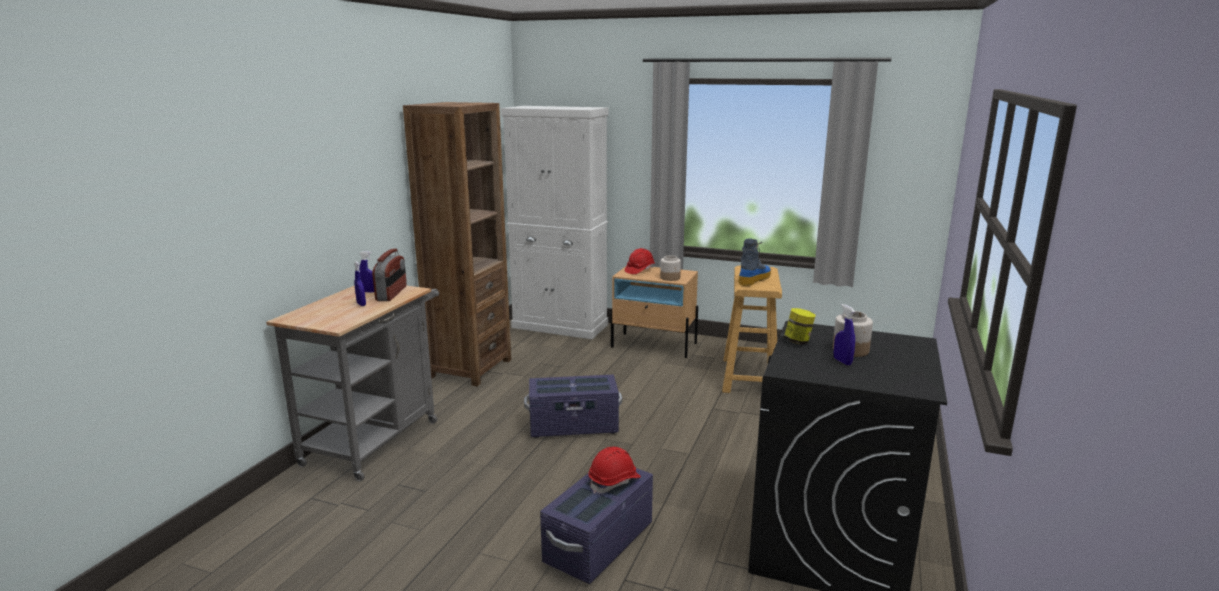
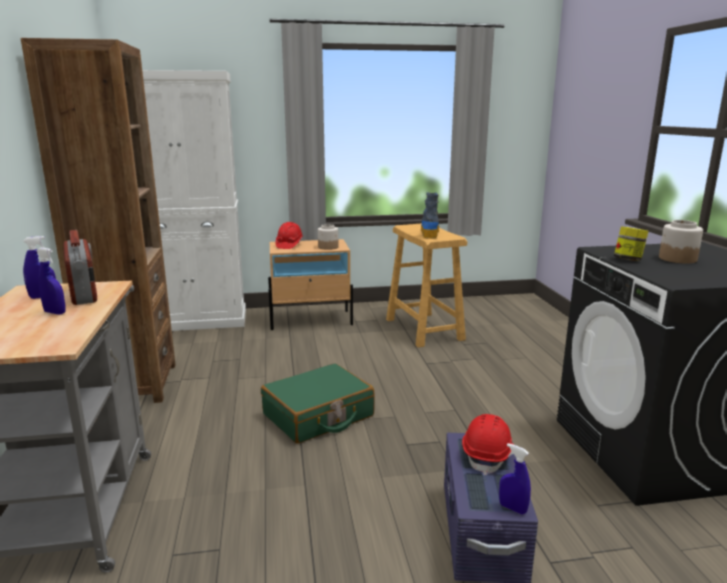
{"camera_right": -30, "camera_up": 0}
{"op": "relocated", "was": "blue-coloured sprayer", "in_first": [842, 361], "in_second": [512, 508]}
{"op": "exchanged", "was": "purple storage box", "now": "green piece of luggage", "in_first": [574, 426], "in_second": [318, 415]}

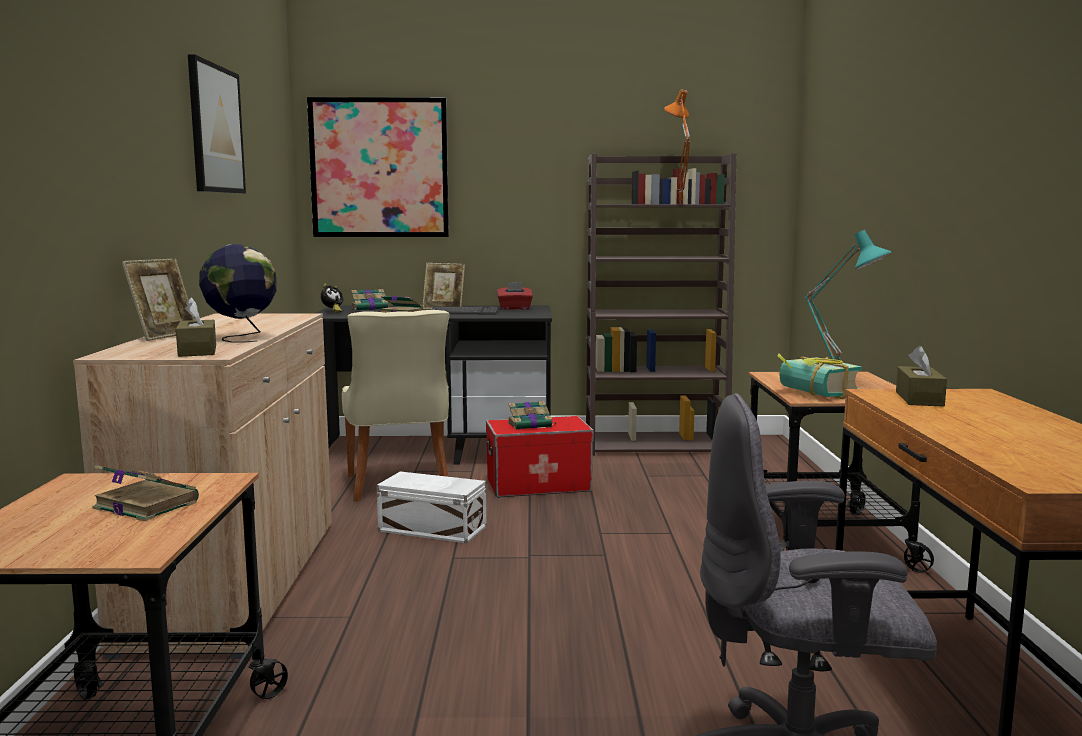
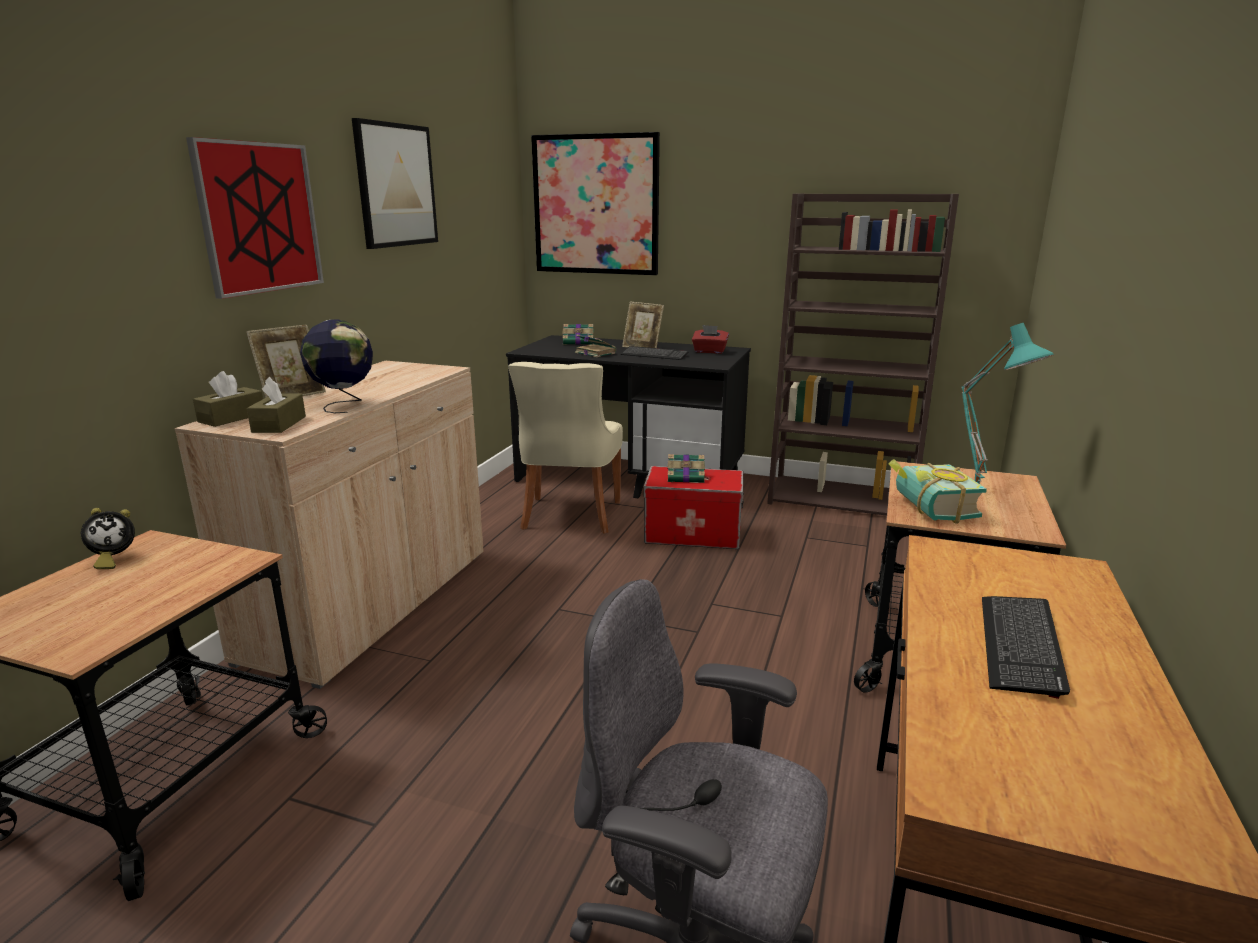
{"camera_right": 20, "camera_up": 10}
{"op": "missing", "was": "orange-coloured table lamp", "in_first": [678, 203]}
{"op": "relocated", "was": "bedside clock", "in_first": [332, 311], "in_second": [113, 560]}
{"op": "relocated", "was": "brown tissue box", "in_first": [919, 399], "in_second": [232, 418]}
{"op": "missing", "was": "bound book", "in_first": [144, 505]}
{"op": "missing", "was": "white storage box", "in_first": [433, 529]}
{"op": "appeared", "now": "wall picture", "in_second": [259, 218]}
{"op": "appeared", "now": "keyboard", "in_second": [1019, 645]}

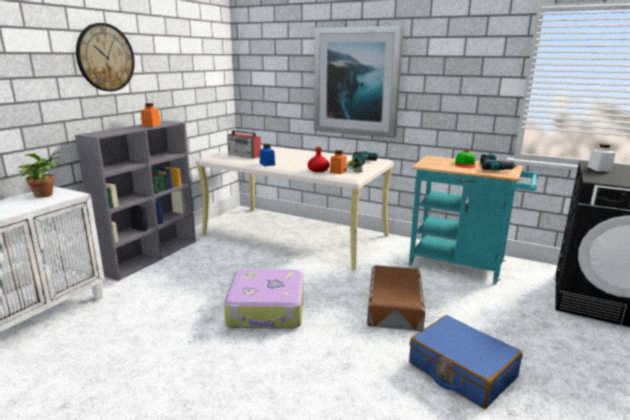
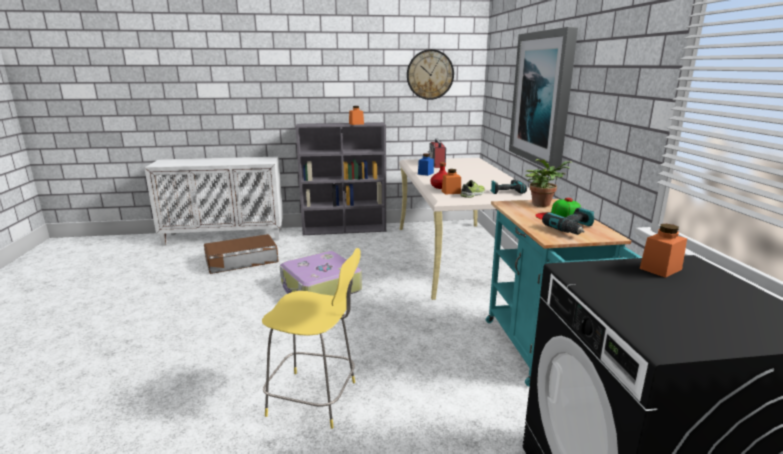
{"camera_right": 55, "camera_up": 0}
{"op": "relocated", "was": "hanging clock", "in_first": [105, 57], "in_second": [430, 74]}
{"op": "colour", "was": "white storage jar", "now": "orange-coloured storage jar", "in_first": [599, 169], "in_second": [660, 269]}
{"op": "relocated", "was": "houseplant", "in_first": [45, 194], "in_second": [543, 204]}
{"op": "relocated", "was": "brown storage box", "in_first": [394, 305], "in_second": [242, 260]}
{"op": "exchanged", "was": "blue-coloured piece of luggage", "now": "yellow stool", "in_first": [461, 370], "in_second": [315, 399]}

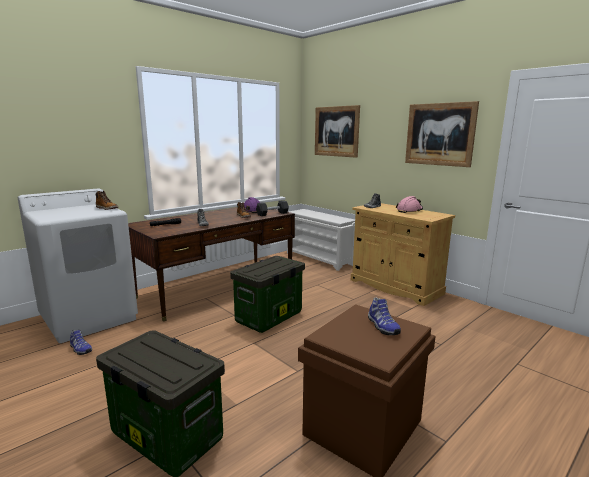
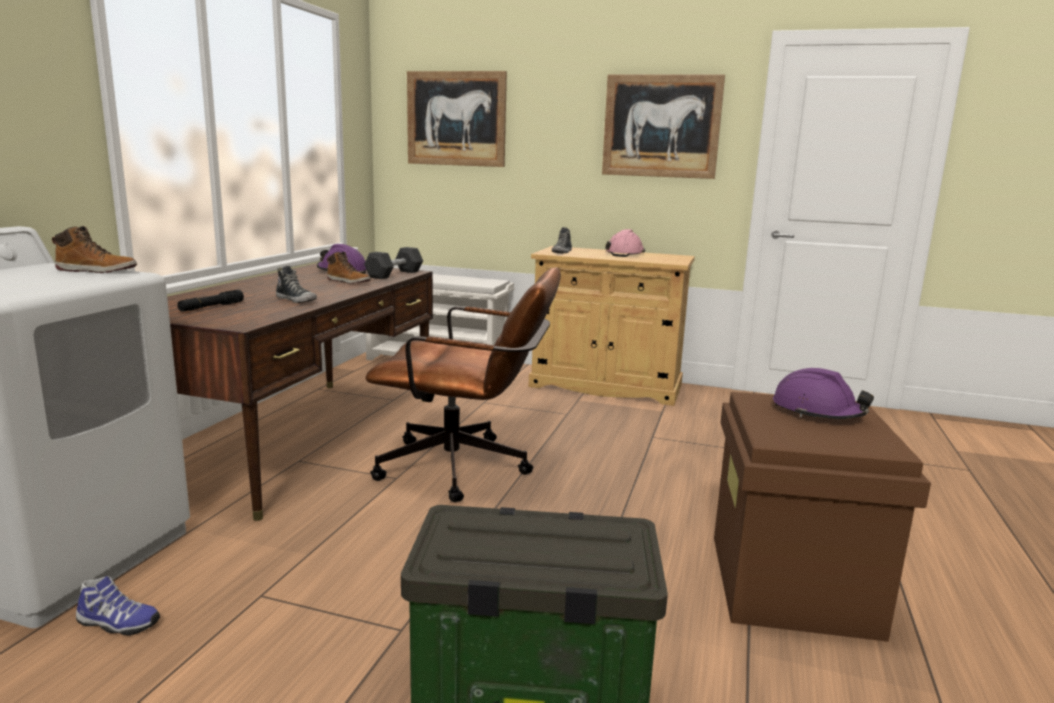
{"camera_right": -30, "camera_up": 0}
{"op": "exchanged", "was": "storage box", "now": "brown desk chair", "in_first": [269, 318], "in_second": [466, 469]}
{"op": "exchanged", "was": "low shoe", "now": "purple work helmet", "in_first": [382, 326], "in_second": [817, 412]}

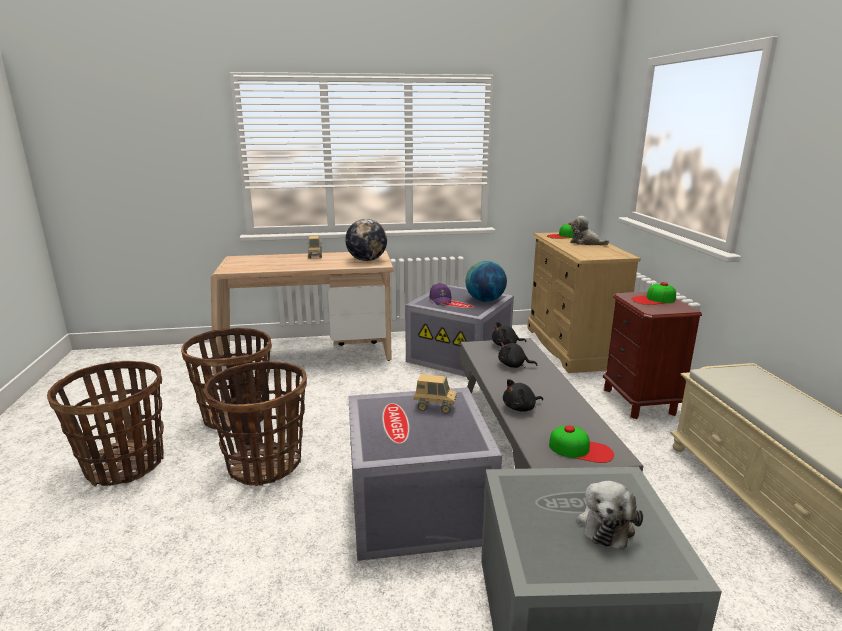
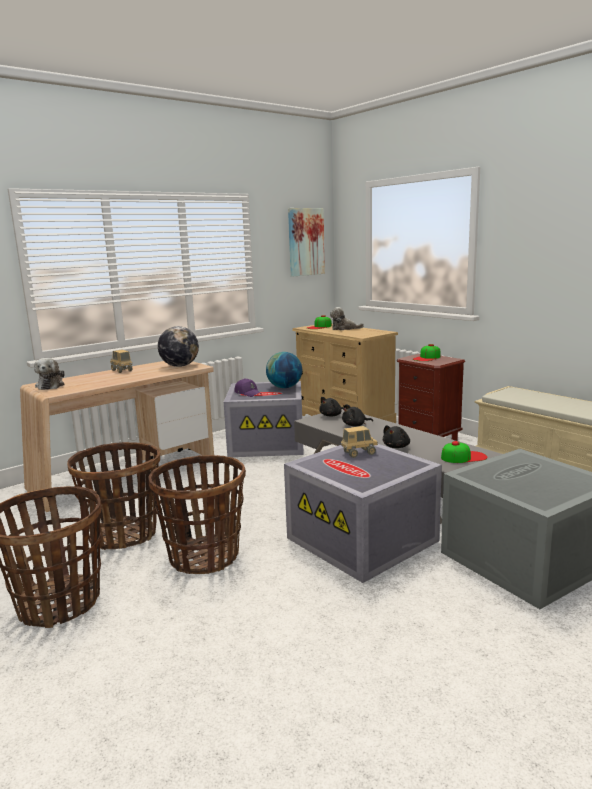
{"camera_right": -30, "camera_up": -5}
{"op": "relocated", "was": "soft toy", "in_first": [606, 524], "in_second": [51, 385]}
{"op": "appeared", "now": "wall picture", "in_second": [305, 242]}

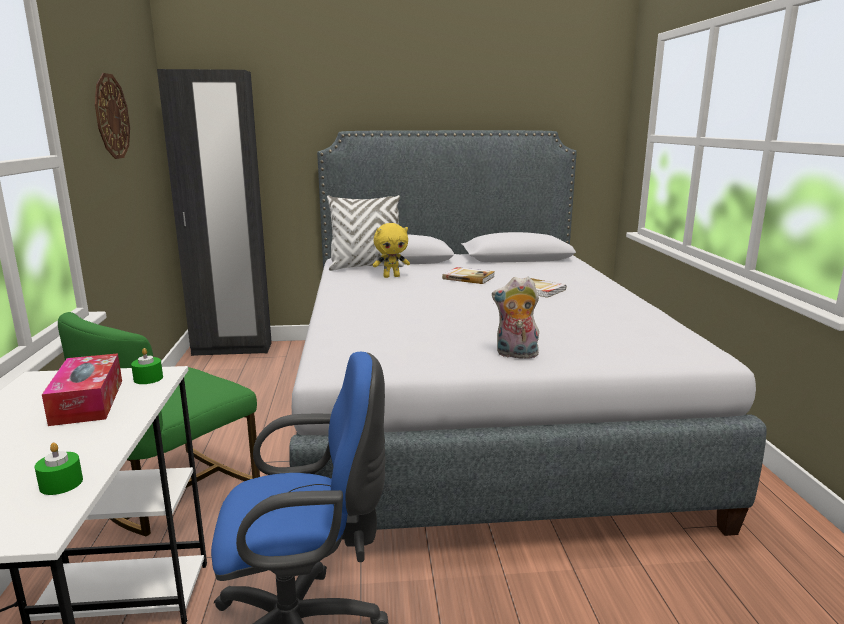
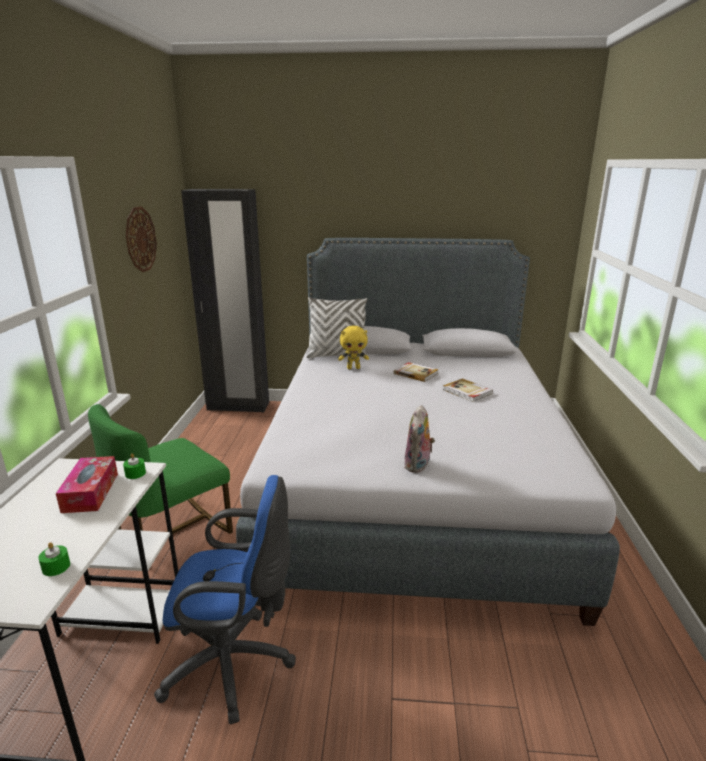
{"camera_right": 10, "camera_up": 5}
{"op": "spun", "was": "soft toy", "in_first": [515, 355], "in_second": [418, 466], "clockwise": -90}

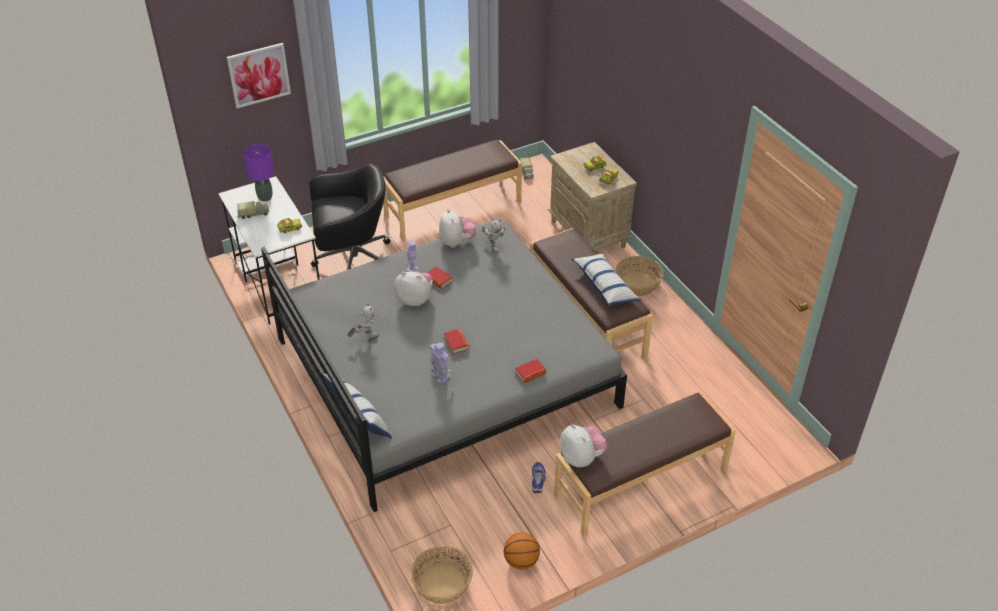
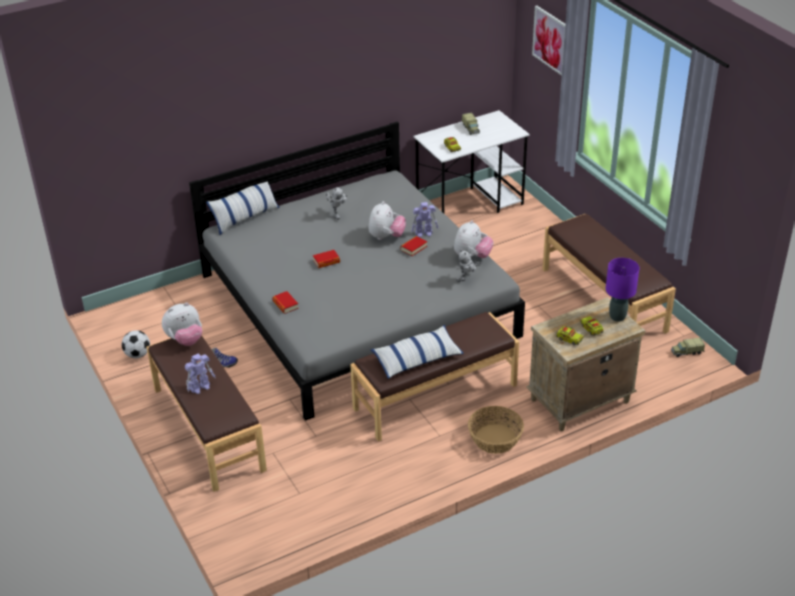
{"camera_right": 90, "camera_up": -5}
{"op": "relocated", "was": "purple table lamp", "in_first": [265, 197], "in_second": [617, 316]}
{"op": "missing", "was": "black-coloured desk chair", "in_first": [352, 261]}
{"op": "spun", "was": "soft toy", "in_first": [456, 242], "in_second": [472, 256], "clockwise": -45}
{"op": "relocated", "was": "robot figure", "in_first": [440, 375], "in_second": [201, 387]}
{"op": "exchanged", "was": "basketball ball", "now": "football ball", "in_first": [521, 561], "in_second": [137, 355]}
{"op": "missing", "was": "storage basket", "in_first": [441, 584]}

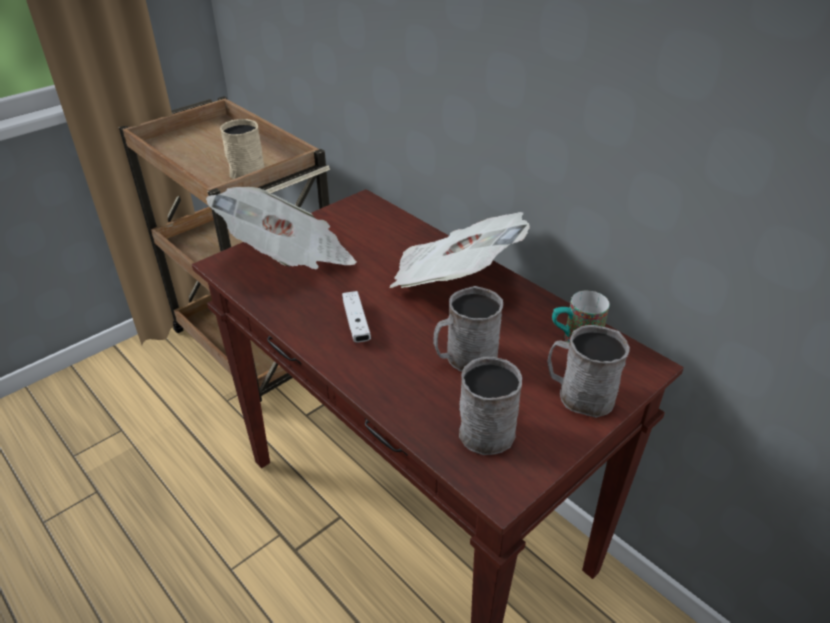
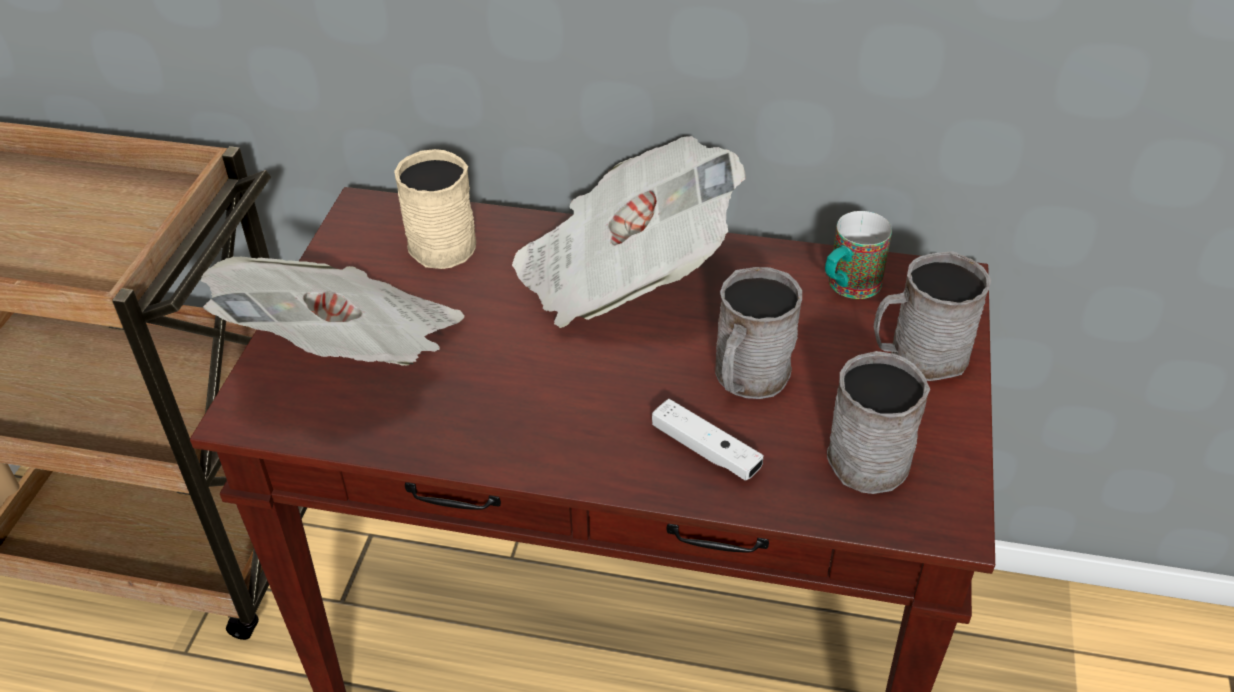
{"camera_right": -35, "camera_up": 5}
{"op": "relocated", "was": "beige-coloured coffee mug", "in_first": [248, 169], "in_second": [436, 241]}
{"op": "relocated", "was": "white joypad", "in_first": [356, 323], "in_second": [705, 450]}

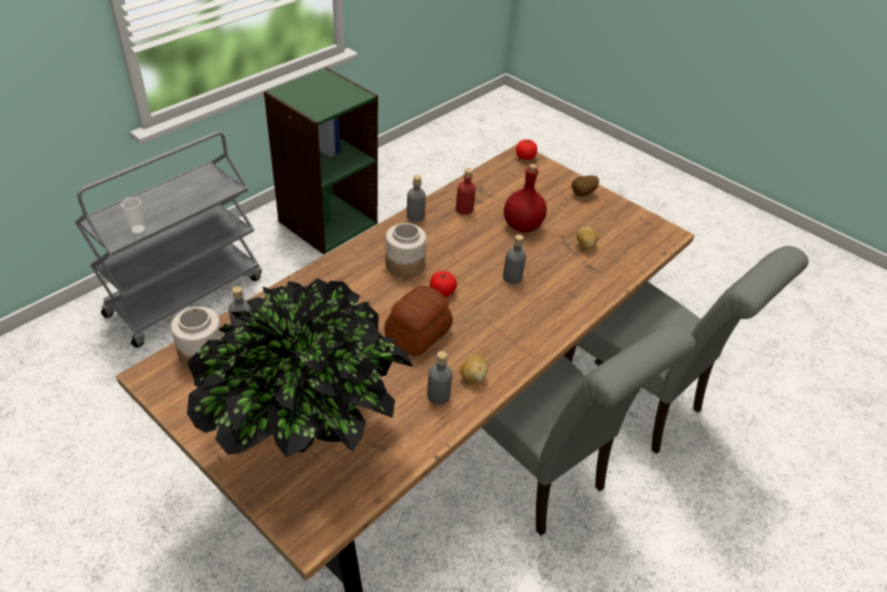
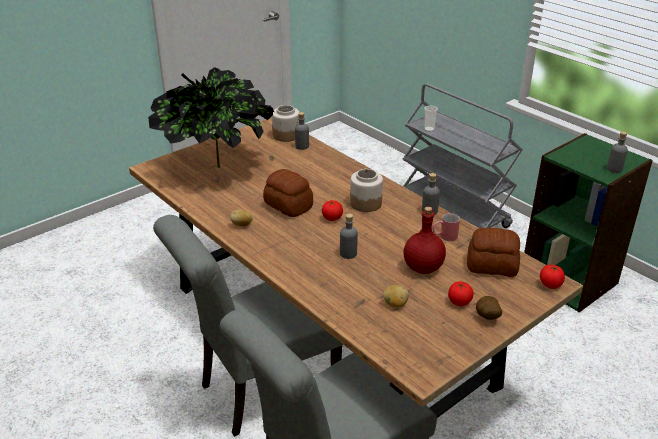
{"camera_right": 100, "camera_up": -10}
{"op": "exchanged", "was": "reddish beverage bottle", "now": "reddish coffee mug", "in_first": [464, 209], "in_second": [444, 237]}
{"op": "relocated", "was": "grey beverage bottle", "in_first": [438, 395], "in_second": [614, 169]}
{"op": "appeared", "now": "bakery bread", "in_second": [492, 266]}
{"op": "appeared", "now": "tomato", "in_second": [459, 302]}

